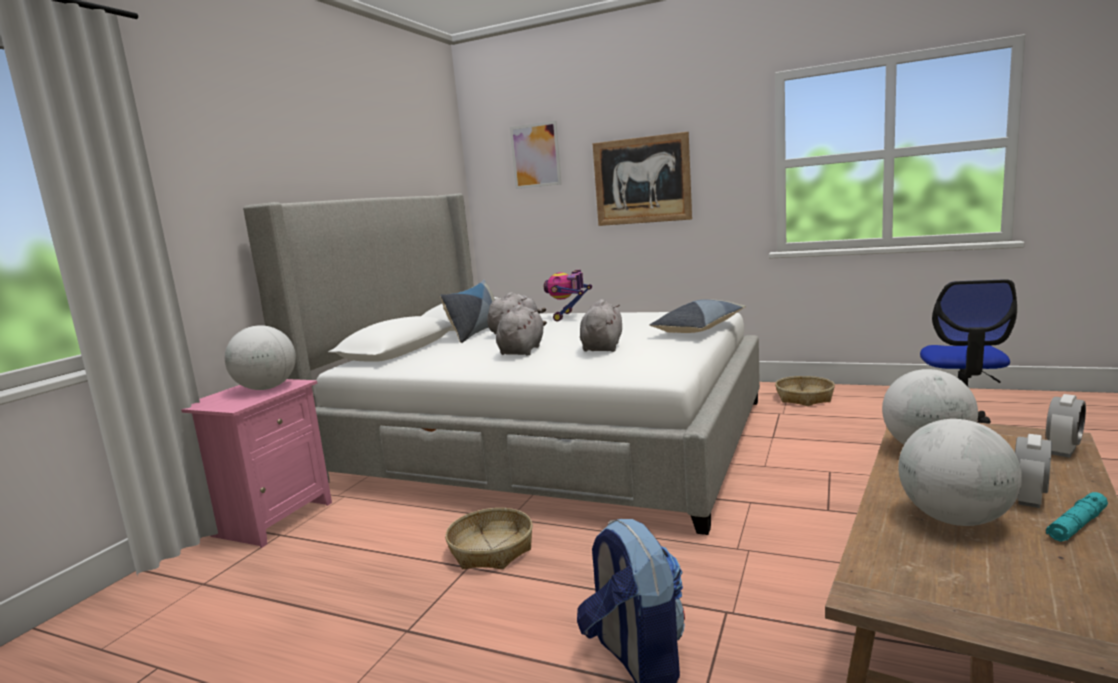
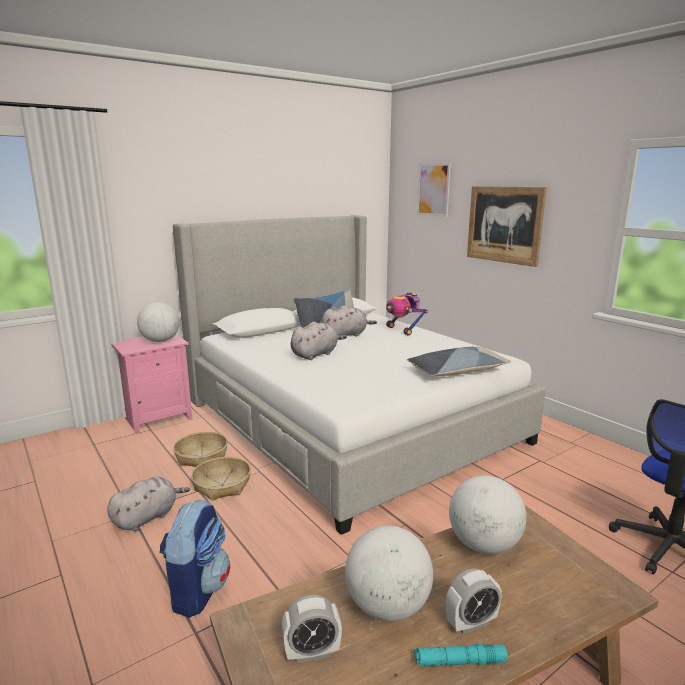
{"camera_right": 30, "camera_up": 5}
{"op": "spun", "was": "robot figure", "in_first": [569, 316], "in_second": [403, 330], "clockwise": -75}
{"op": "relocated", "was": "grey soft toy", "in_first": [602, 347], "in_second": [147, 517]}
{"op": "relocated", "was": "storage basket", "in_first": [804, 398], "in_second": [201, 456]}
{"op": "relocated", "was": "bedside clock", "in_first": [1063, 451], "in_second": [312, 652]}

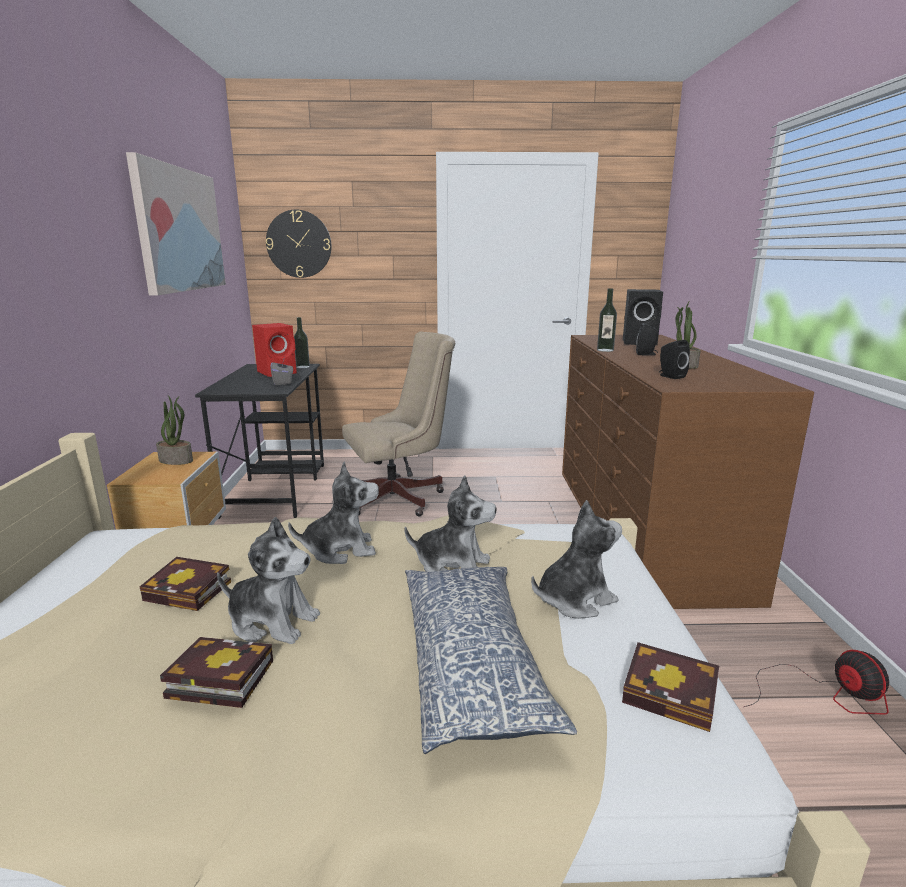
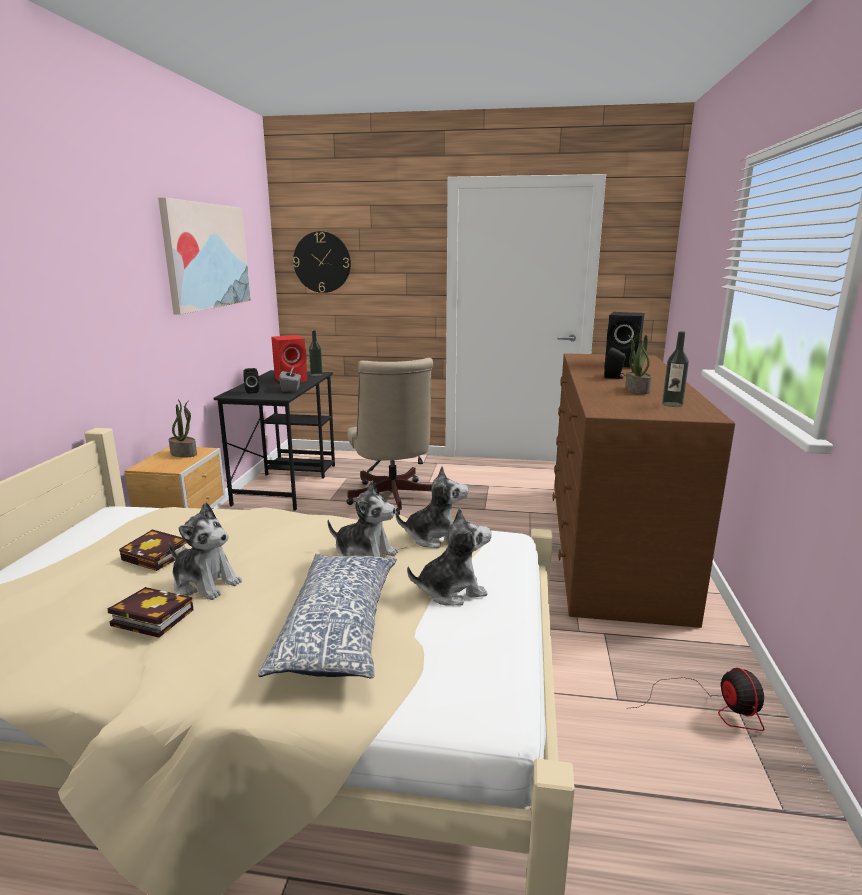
{"camera_right": 10, "camera_up": 0}
{"op": "relocated", "was": "beverage bottle", "in_first": [605, 350], "in_second": [672, 404]}
{"op": "spun", "was": "beige-coloured desk chair", "in_first": [400, 498], "in_second": [392, 499], "clockwise": 90}
{"op": "relocated", "was": "black-coloured loudspeaker", "in_first": [670, 376], "in_second": [251, 391]}
{"op": "relocated", "was": "soft toy", "in_first": [340, 550], "in_second": [434, 537]}
{"op": "missing", "was": "bound book", "in_first": [674, 694]}

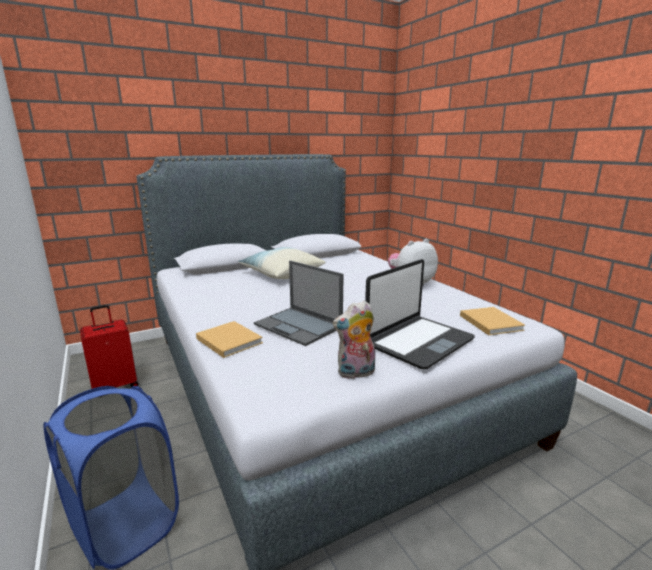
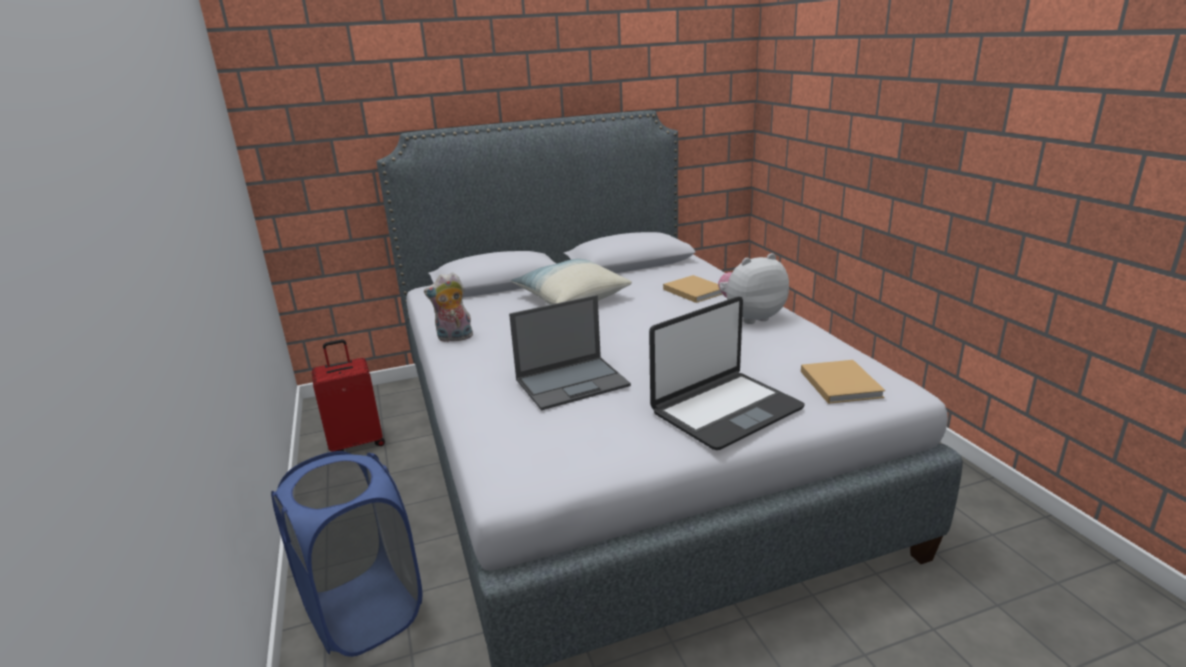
{"camera_right": 10, "camera_up": 5}
{"op": "spun", "was": "laptop", "in_first": [299, 326], "in_second": [573, 382], "clockwise": -75}
{"op": "relocated", "was": "soft toy", "in_first": [356, 373], "in_second": [454, 338]}
{"op": "relocated", "was": "beige-coloured bound book", "in_first": [228, 340], "in_second": [693, 290]}

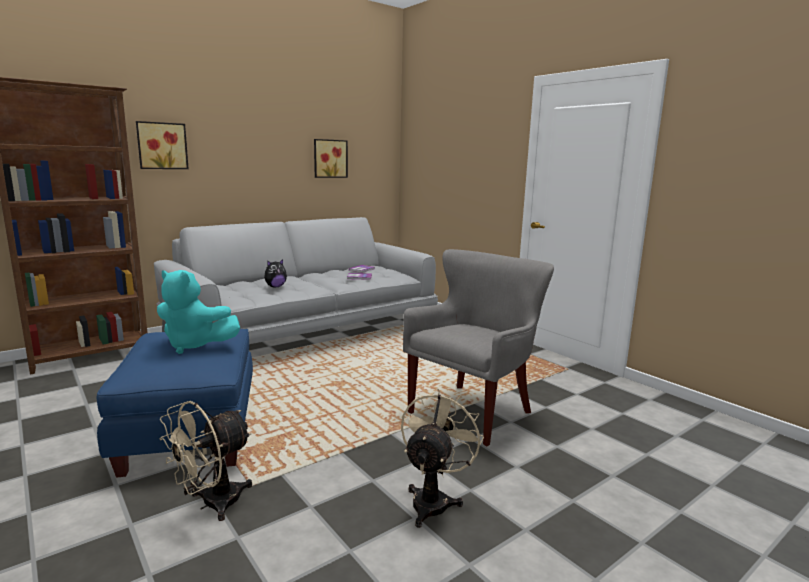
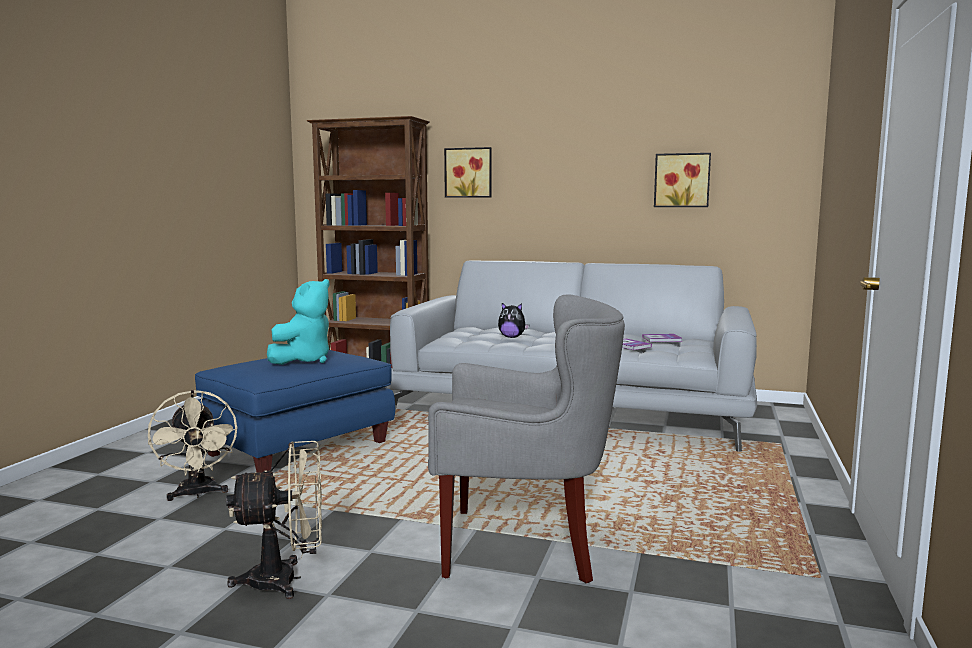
{"camera_right": 55, "camera_up": -5}
{"op": "spun", "was": "blue-green soft toy", "in_first": [195, 345], "in_second": [304, 360], "clockwise": -135}
{"op": "spun", "was": "beige-coloured electric fan", "in_first": [211, 504], "in_second": [197, 494], "clockwise": -120}

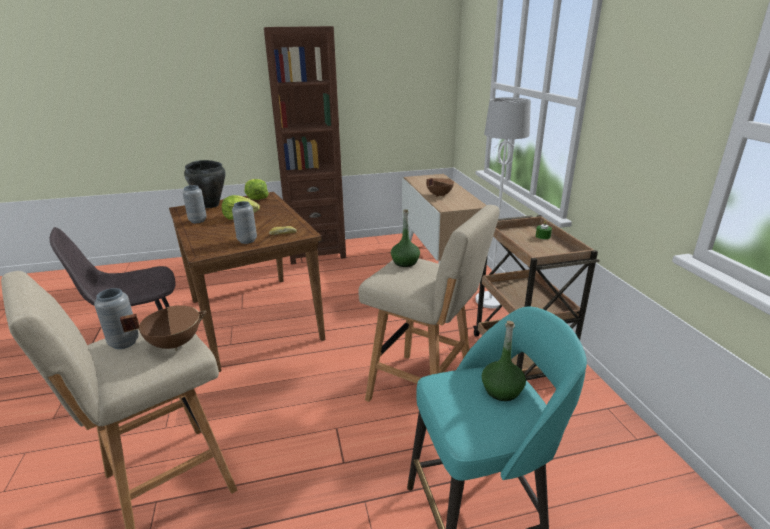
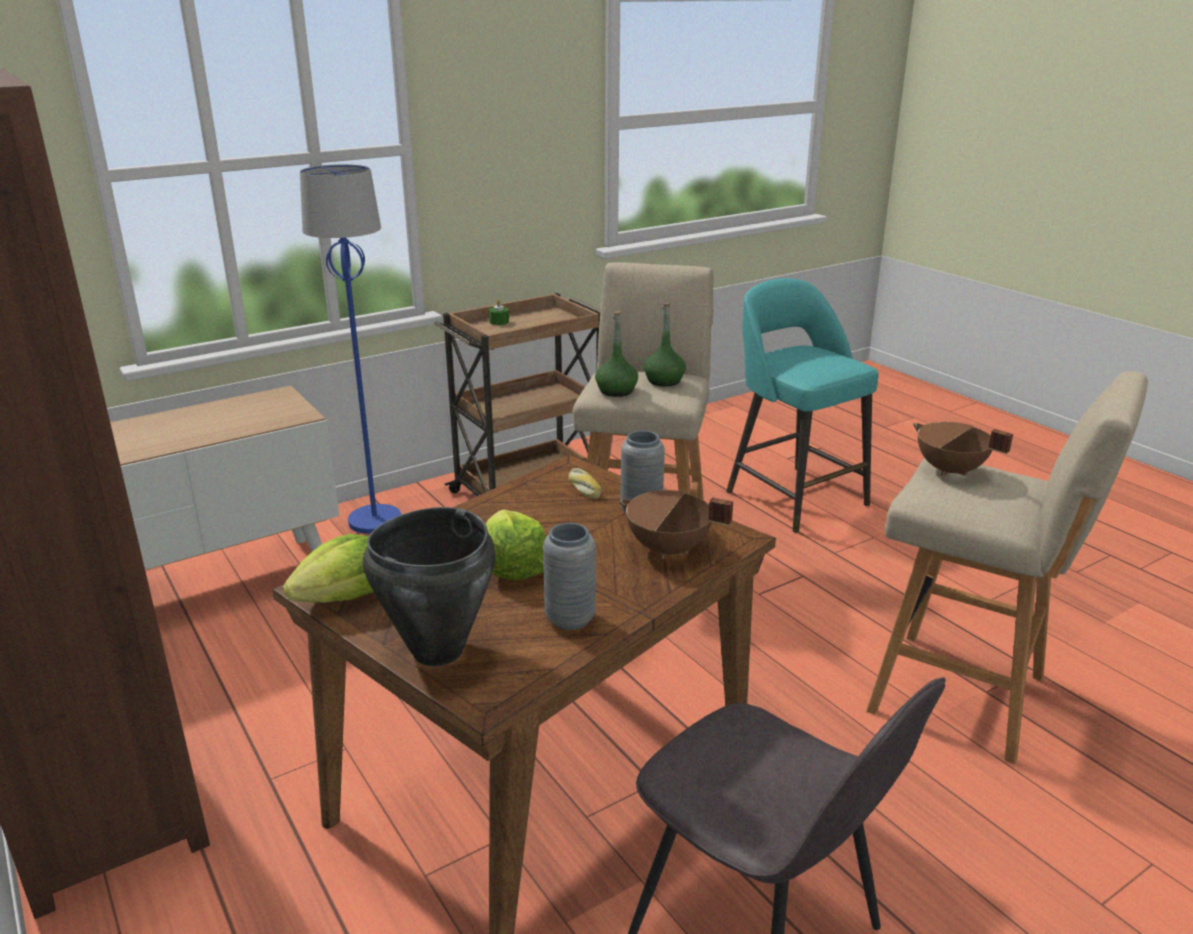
{"camera_right": -110, "camera_up": 0}
{"op": "colour", "was": "white standing lamp", "now": "blue-coloured standing lamp", "in_first": [490, 300], "in_second": [374, 520]}
{"op": "relocated", "was": "brown cooking pot", "in_first": [438, 195], "in_second": [668, 550]}
{"op": "missing", "was": "grey vase", "in_first": [124, 343]}
{"op": "relocated", "was": "green beverage bottle", "in_first": [502, 390], "in_second": [664, 381]}

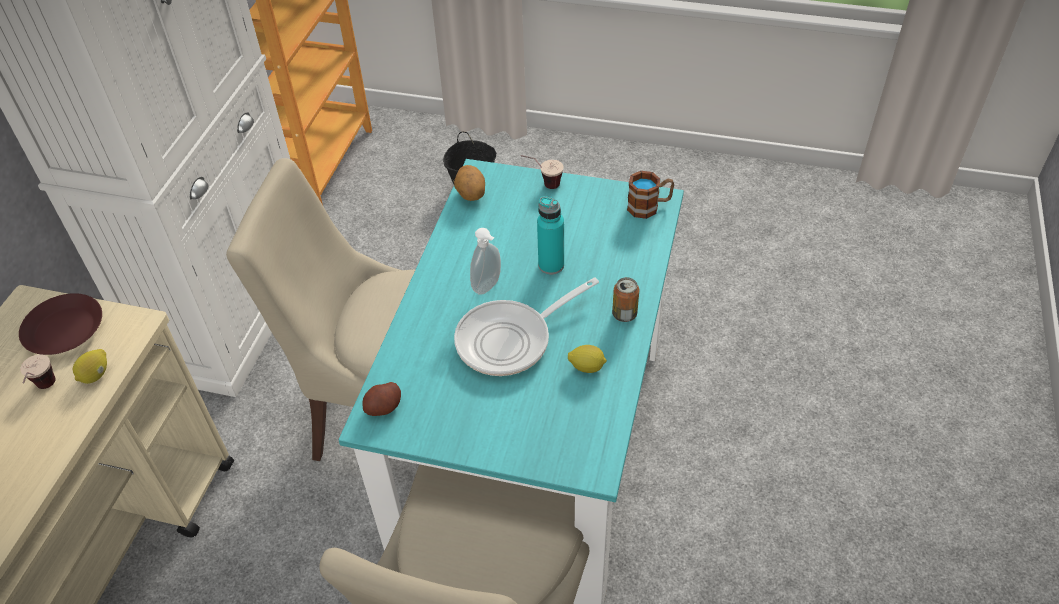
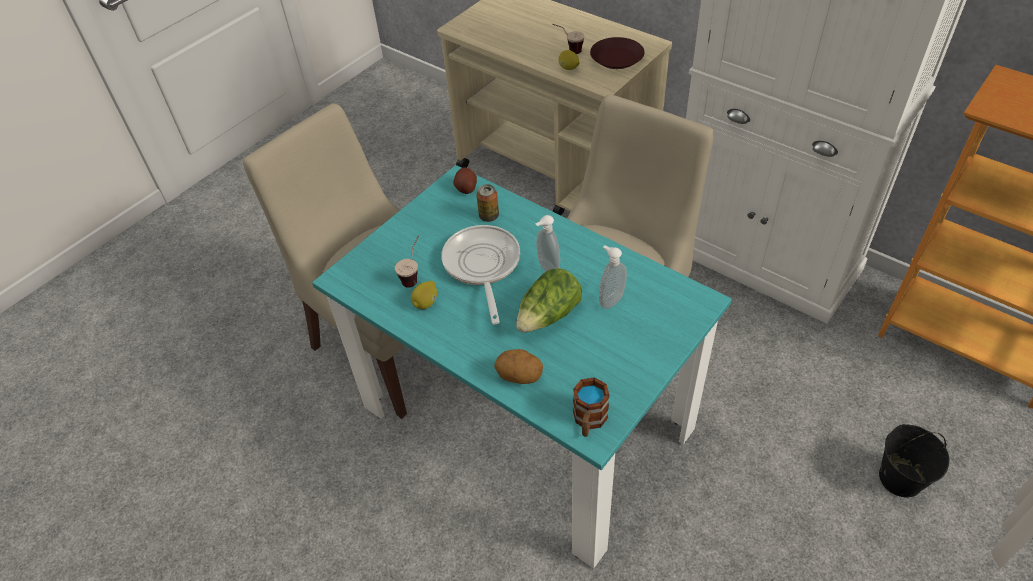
{"camera_right": 115, "camera_up": 0}
{"op": "relocated", "was": "drinking cup", "in_first": [542, 184], "in_second": [414, 275]}
{"op": "relocated", "was": "spud", "in_first": [470, 195], "in_second": [520, 376]}
{"op": "exchanged", "was": "blue-green beverage bottle", "now": "lettuce head", "in_first": [551, 265], "in_second": [549, 316]}
{"op": "relocated", "was": "can", "in_first": [624, 314], "in_second": [489, 216]}
{"op": "appeared", "now": "soap bottle", "in_second": [610, 299]}

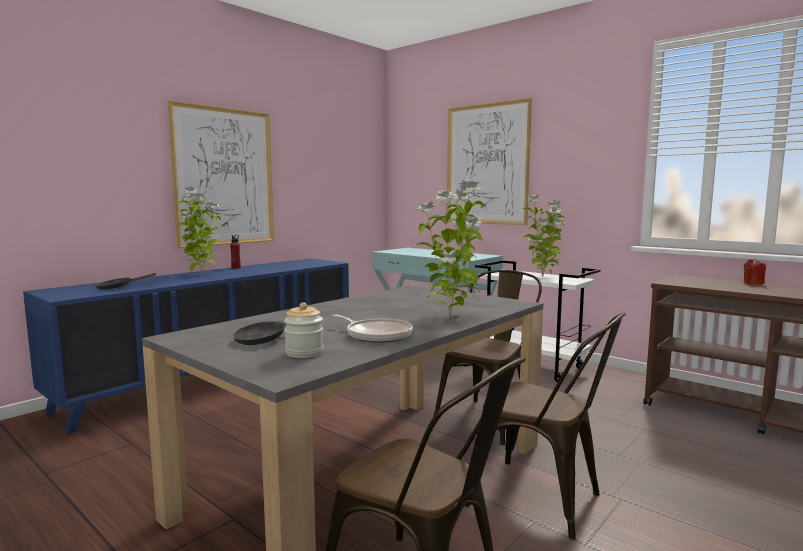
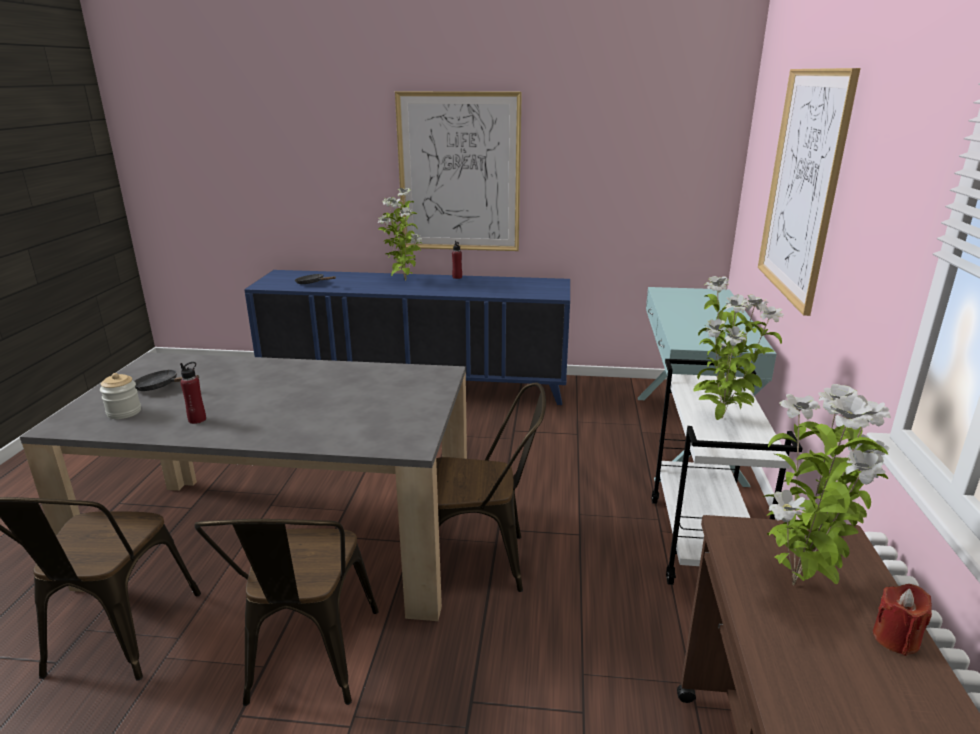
{"camera_right": 55, "camera_up": 15}
{"op": "relocated", "was": "houseplant", "in_first": [451, 316], "in_second": [797, 584]}
{"op": "exchanged", "was": "frying pan", "now": "reddish beverage bottle", "in_first": [377, 335], "in_second": [197, 419]}

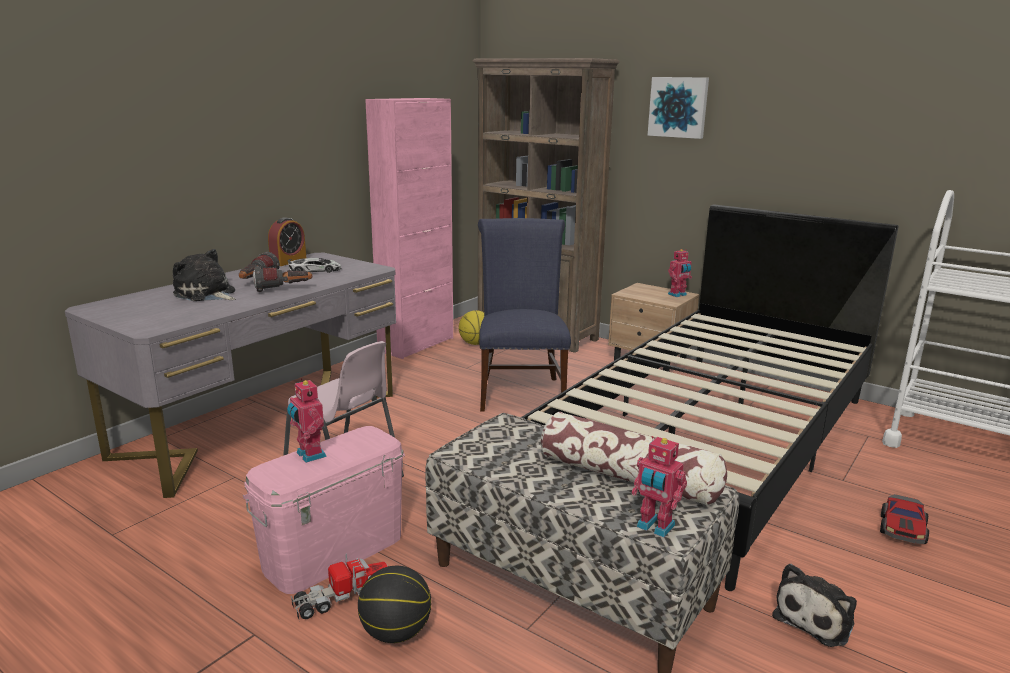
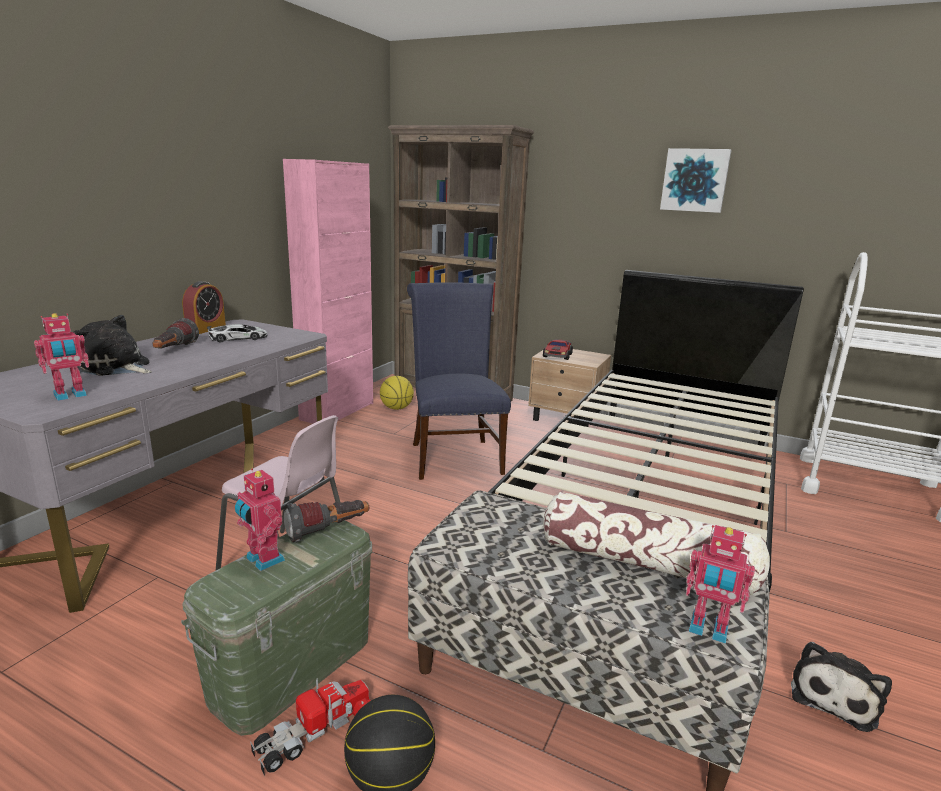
{"camera_right": -10, "camera_up": 0}
{"op": "relocated", "was": "wall picture", "in_first": [678, 107], "in_second": [695, 180]}
{"op": "relocated", "was": "robot figure", "in_first": [678, 295], "in_second": [70, 395]}
{"op": "relocated", "was": "torch", "in_first": [283, 290], "in_second": [328, 531]}
{"op": "colour", "was": "pink-coloured storage box", "now": "green storage box", "in_first": [334, 552], "in_second": [292, 667]}
{"op": "relocated", "was": "toy car", "in_first": [903, 528], "in_second": [557, 355]}

